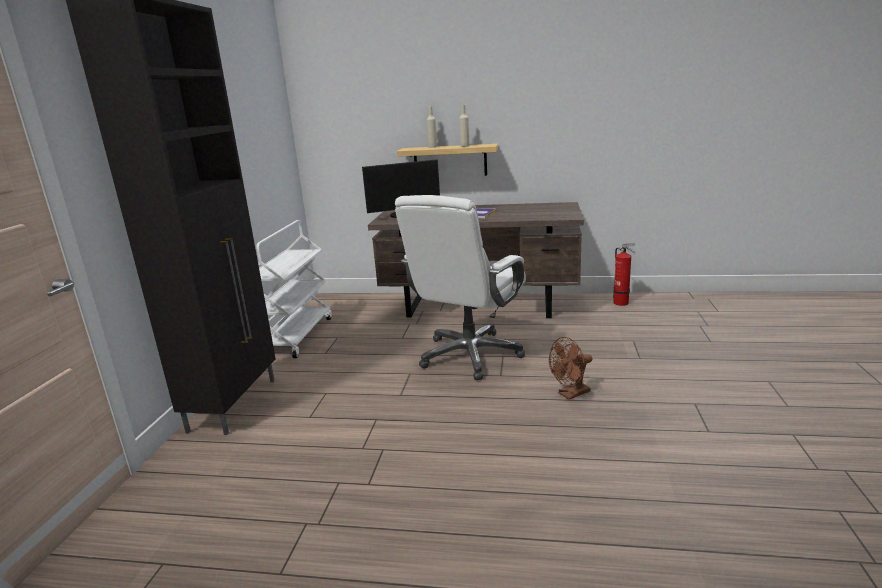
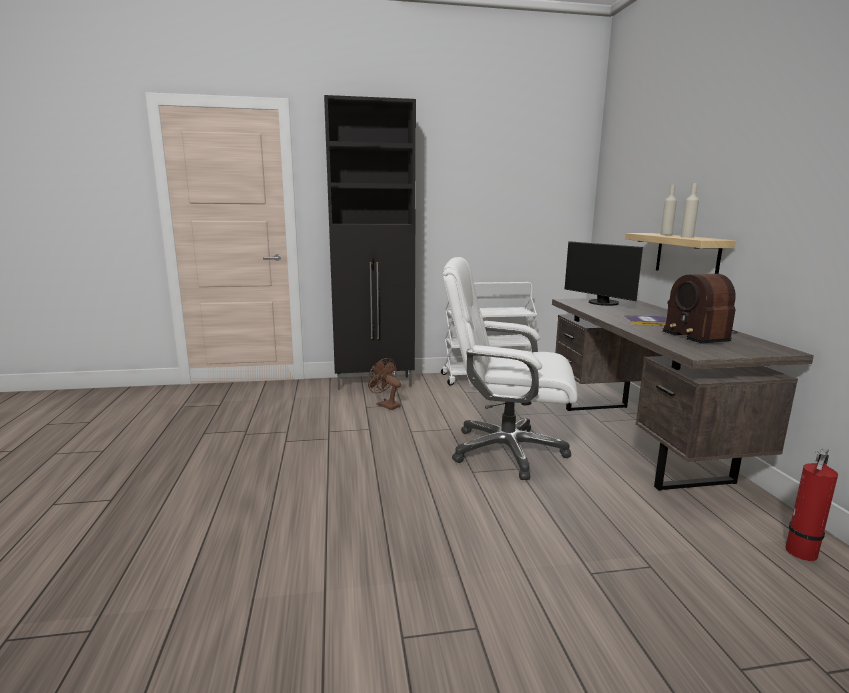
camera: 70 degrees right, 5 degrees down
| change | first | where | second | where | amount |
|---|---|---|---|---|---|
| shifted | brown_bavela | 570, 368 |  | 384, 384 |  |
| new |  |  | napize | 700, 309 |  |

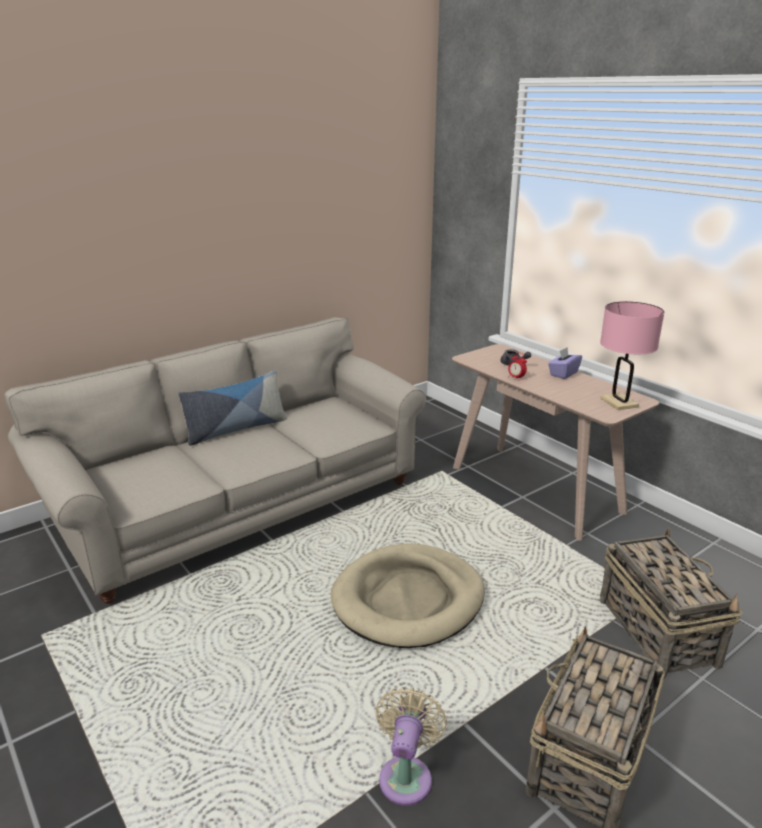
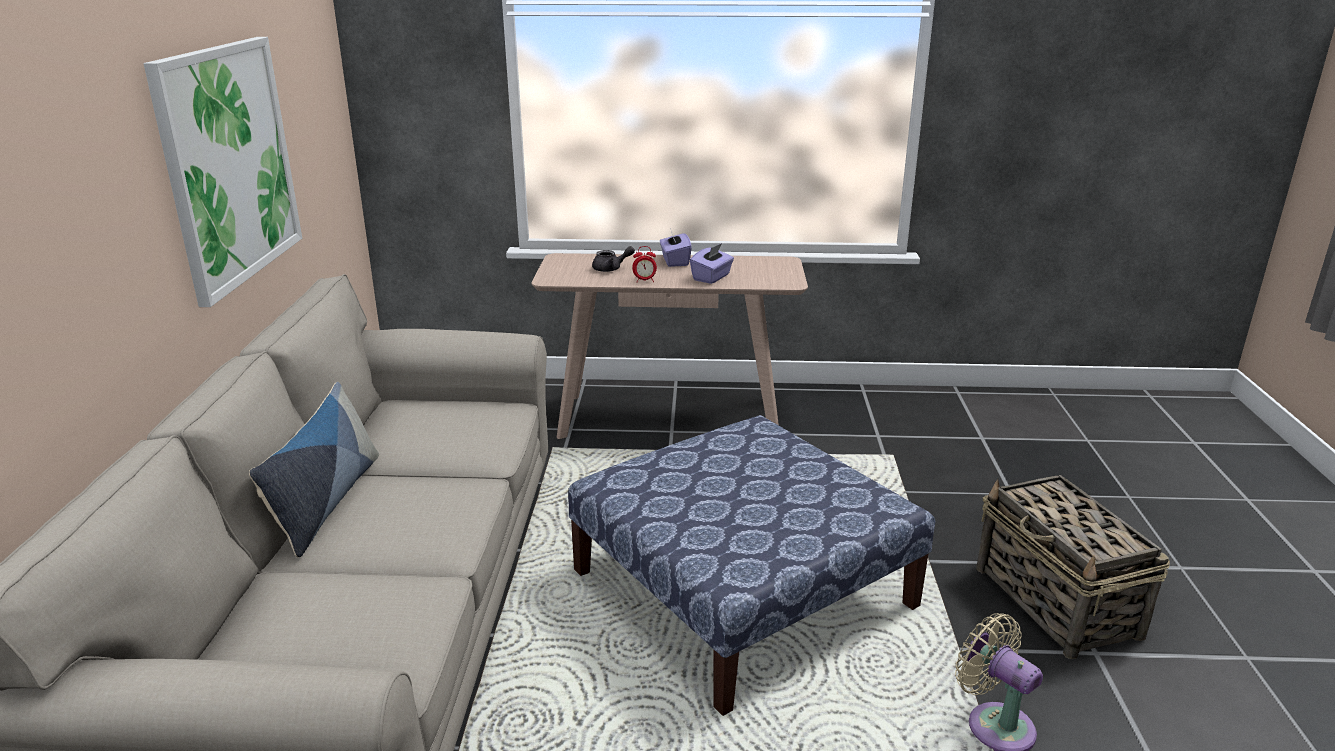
camera: 50 degrees left, 0 degrees up
| change | first | where | second | where | amount |
|---|---|---|---|---|---|
| gone | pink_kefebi | 632, 356 |  |  |  |
| gone | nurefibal | 671, 603 |  |  |  |
| swapped | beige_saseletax | 408, 596 | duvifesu | 751, 565 |  |
| new |  |  | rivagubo | 222, 172 |  |
| new |  |  | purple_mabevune | 712, 263 |  |

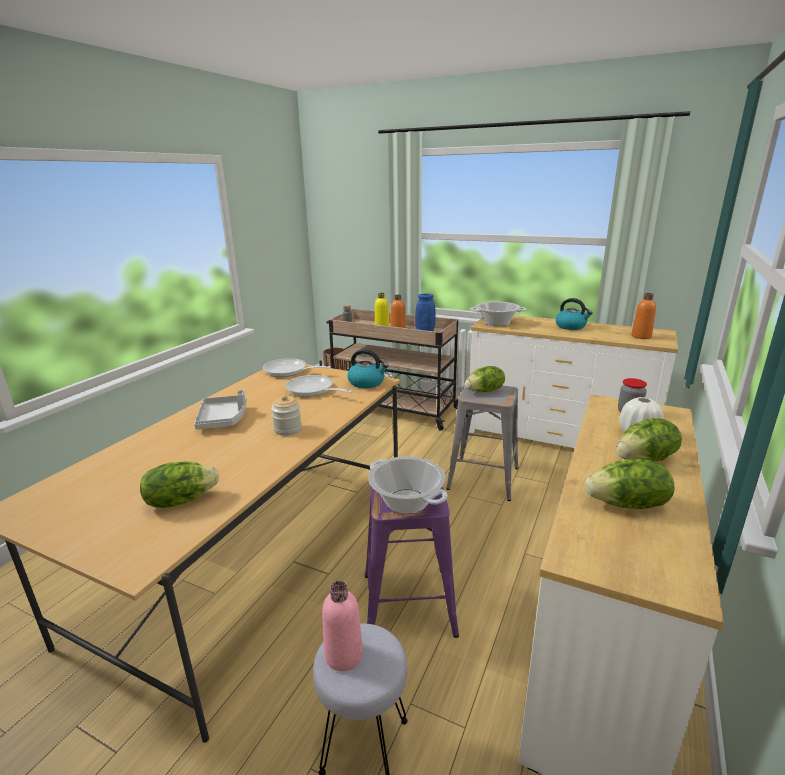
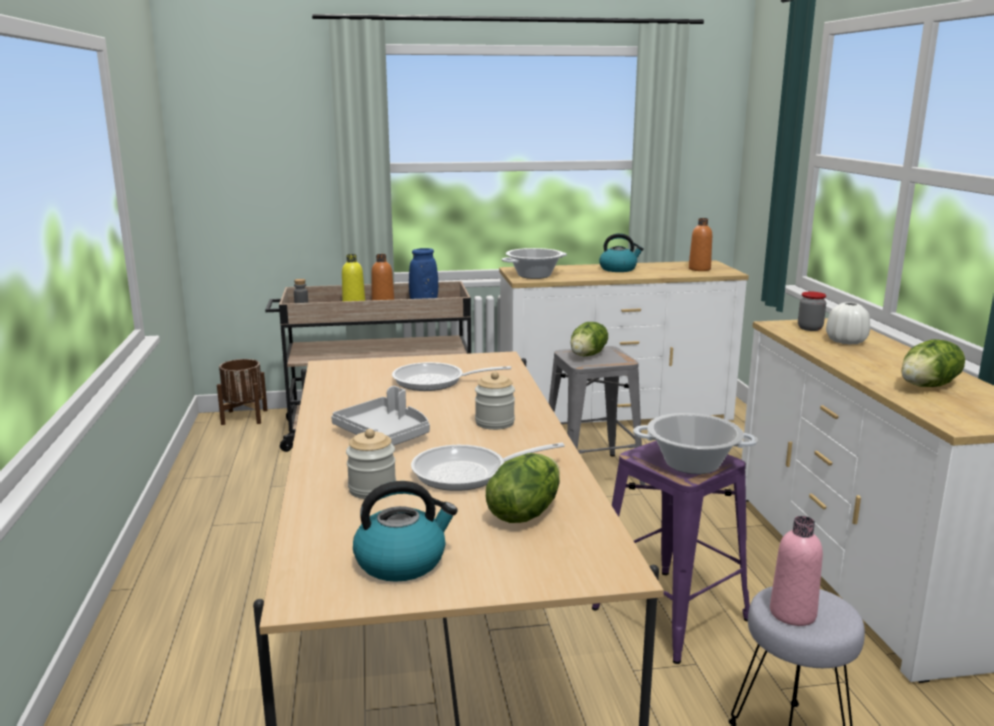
camera: 35 degrees left, 5 degrees down
| change | first | where | second | where | amount |
|---|---|---|---|---|---|
| shifted | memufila | 368, 368 |  | 405, 531 |  |
| shifted | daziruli | 297, 367 |  | 488, 467 |  |
| gone | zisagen | 649, 440 |  |  |  |
| new |  |  | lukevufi | 371, 464 |  |

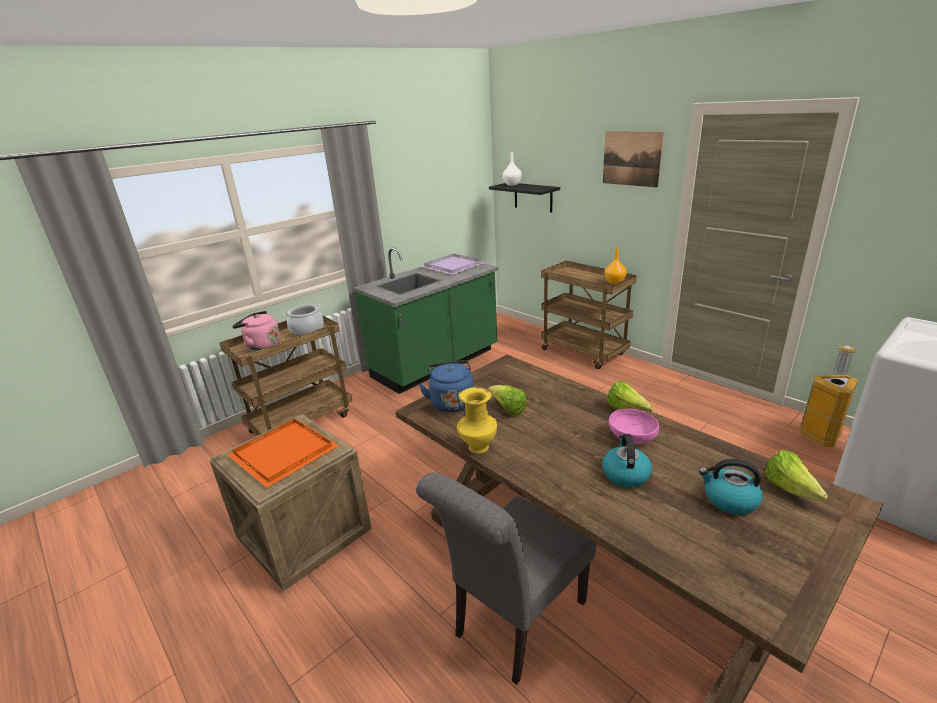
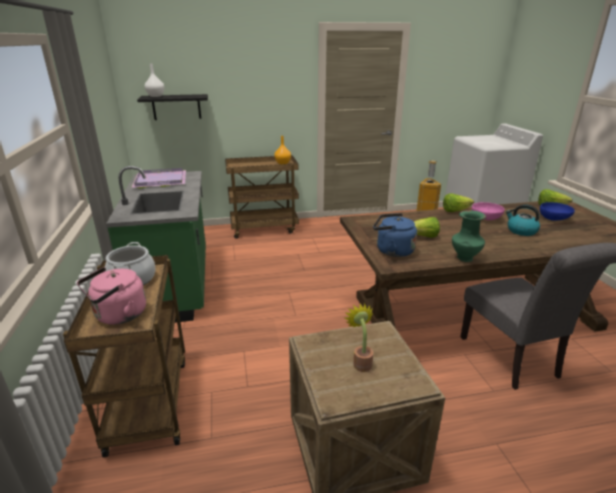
camera: 60 degrees left, 0 degrees up
| change | first | where | second | where | amount |
|---|---|---|---|---|---|
| gone | rivagubo | 633, 159 |  |  |  |
| repainted | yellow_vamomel | 477, 420 | green_vamomel | 469, 236 |  |
| swapped | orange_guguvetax | 283, 453 | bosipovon | 358, 337 |  |
| swapped | memufila | 731, 487 | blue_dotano | 557, 211 |  |

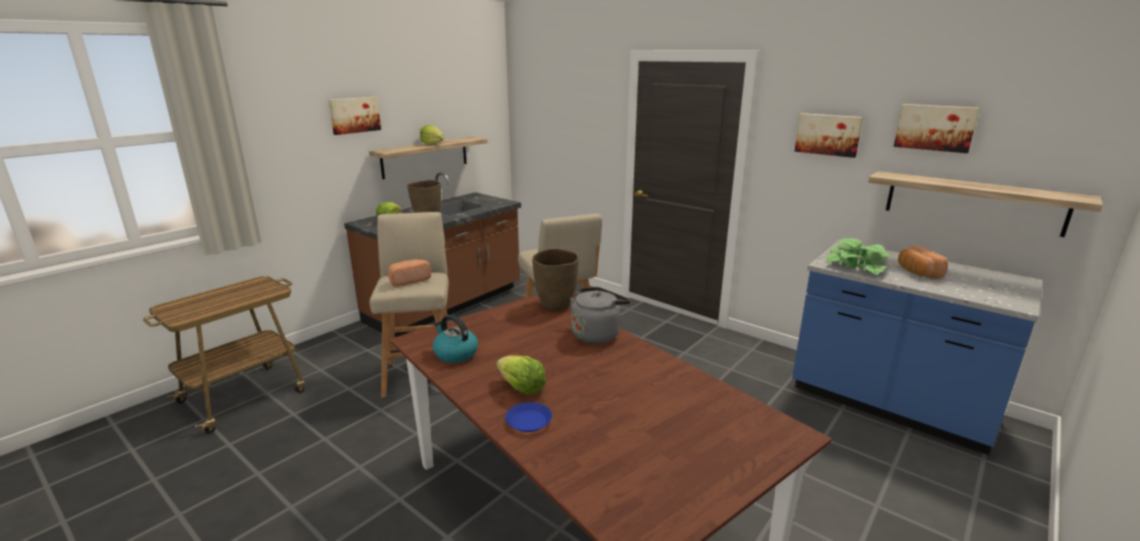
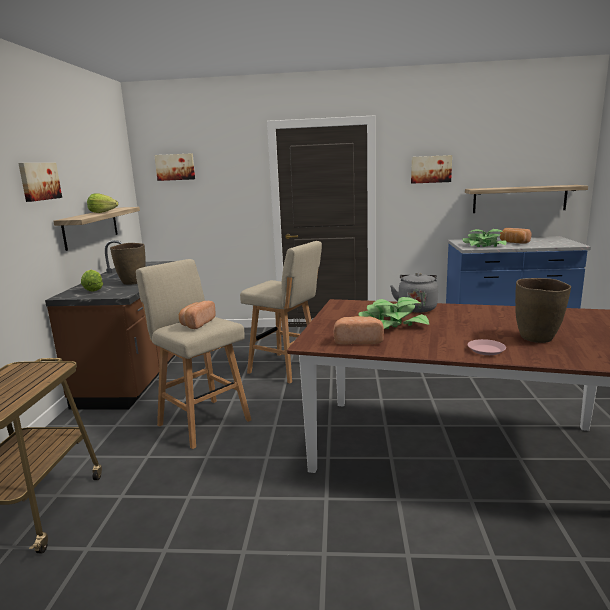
camera: 35 degrees left, 5 degrees down
| change | first | where | second | where | amount |
|---|---|---|---|---|---|
| shifted | rivagubo | 937, 128 |  | 174, 167 |  |
| shifted | brown_vamomel | 555, 279 |  | 543, 310 |  |
| swapped | memufila | 455, 338 | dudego | 359, 330 |  |
| gone | zisagen | 521, 375 |  |  |  |
| repainted | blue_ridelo | 528, 417 | pink_ridelo | 487, 347 |  |
| new |  |  | bosipovon | 393, 313 |  |

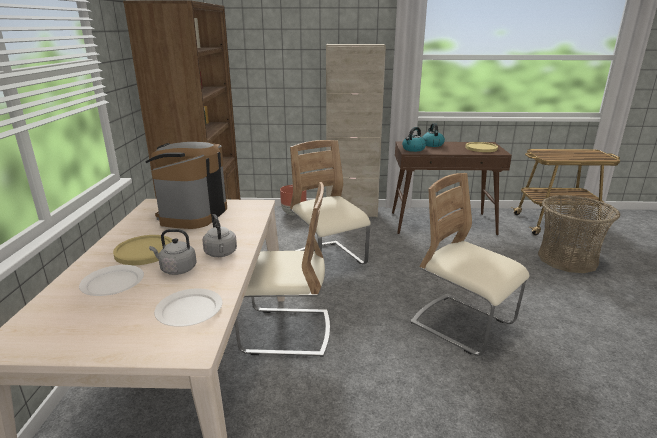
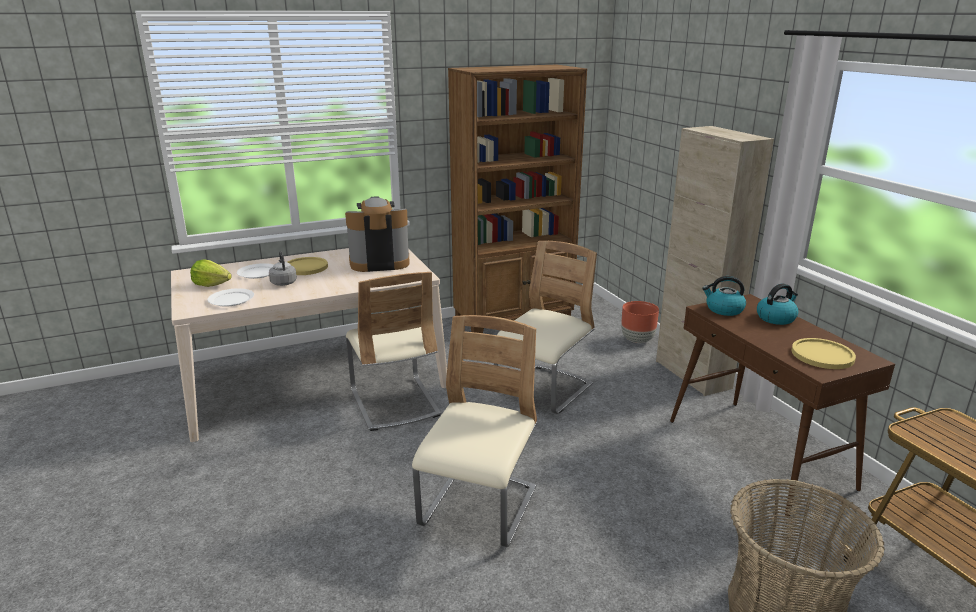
camera: 65 degrees right, 0 degrees up
| change | first | where | second | where | amount |
|---|---|---|---|---|---|
| gone | grey_memufila | 220, 235 |  |  |  |
| new |  |  | zisagen | 211, 273 |  |

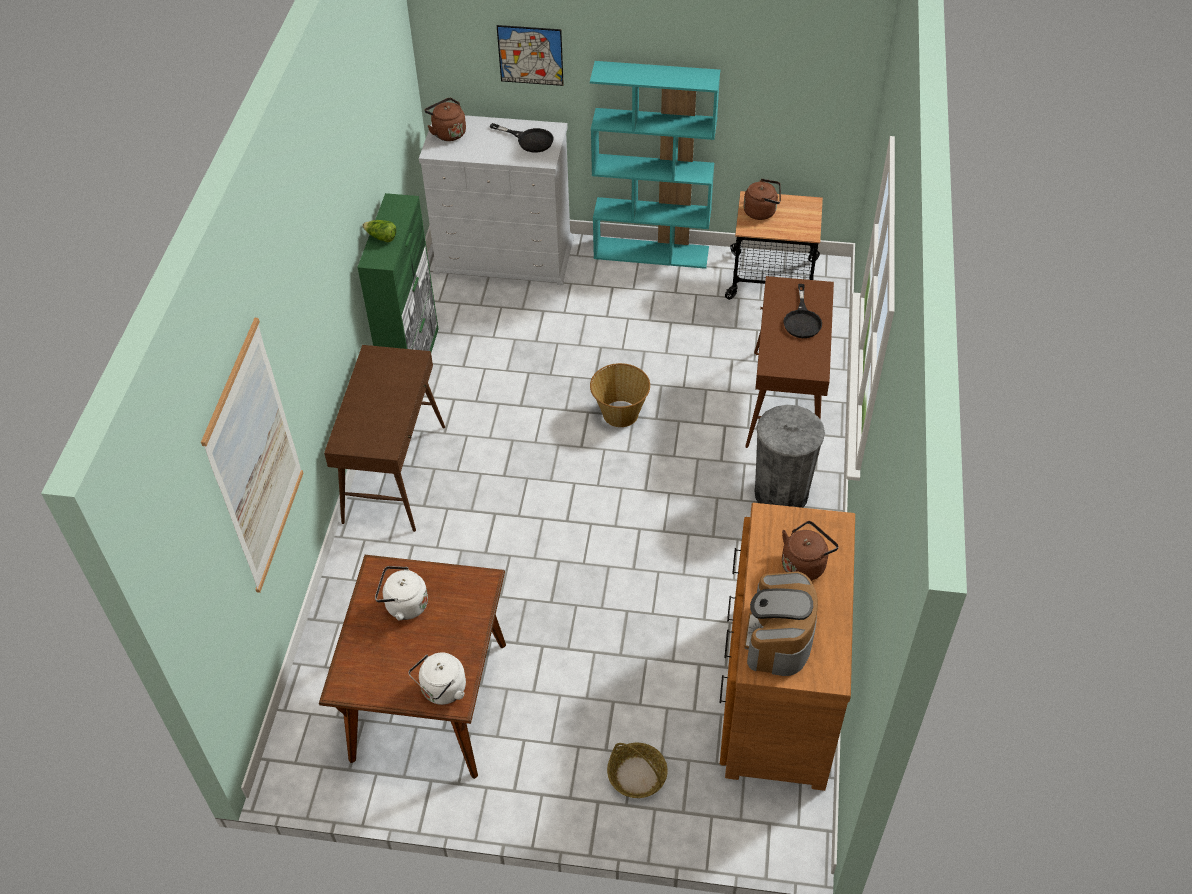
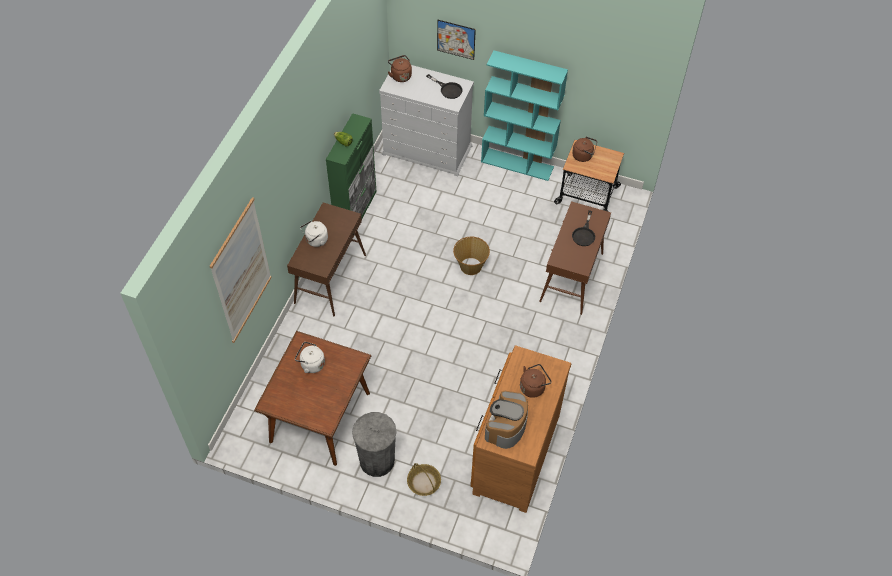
camera: 10 degrees right, 5 degrees up
| change | first | where | second | where | amount |
|---|---|---|---|---|---|
| shifted | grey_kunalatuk | 790, 456 |  | 374, 444 |  |
| shifted | white_memufila | 437, 678 |  | 314, 234 |  |

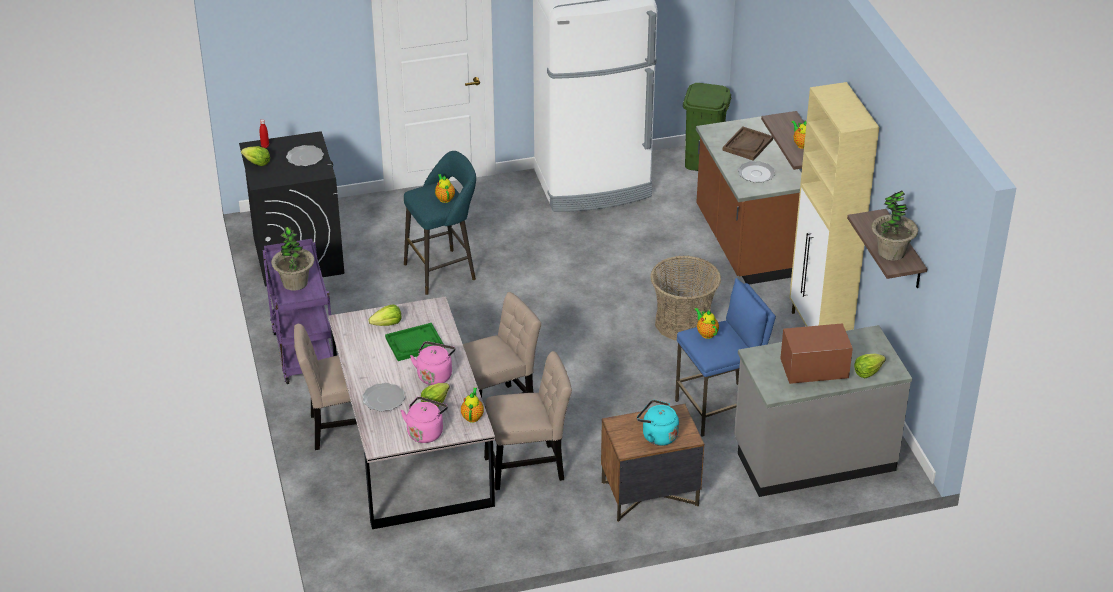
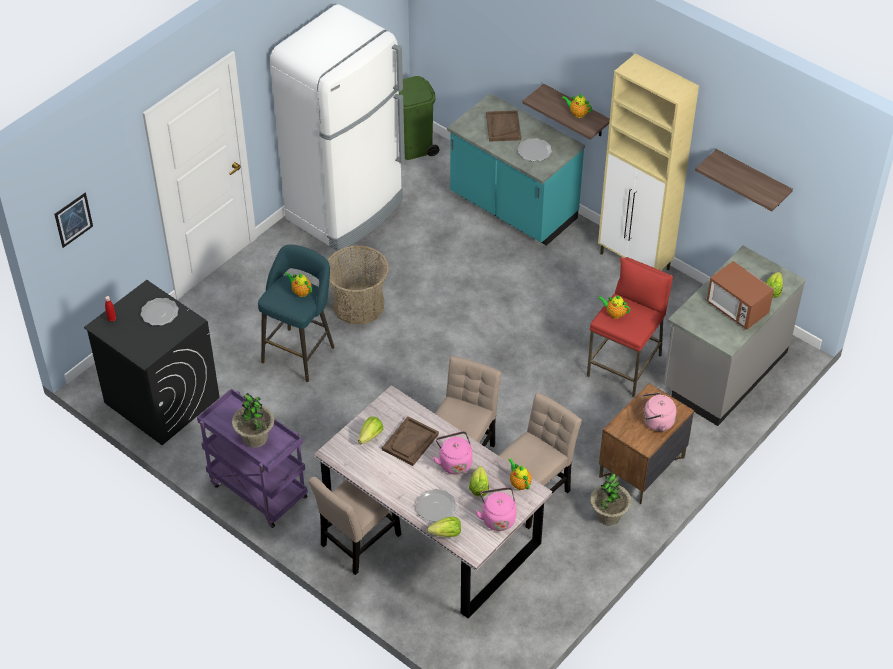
camera: 35 degrees left, 10 degrees up
| change | first | where | second | where | amount |
|---|---|---|---|---|---|
| repainted | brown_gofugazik | 749, 200 | turquoise_gofugazik | 516, 169 |  |
| shifted | zisagen | 255, 156 |  | 444, 527 |  |
| shifted | bosipovon | 895, 225 |  | 611, 499 |  |
| shifted | nurefibal | 685, 298 |  | 358, 285 |  |
| repainted | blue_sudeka | 725, 357 | red_sudeka | 630, 327 |  |
| repainted | green_guguvetax | 414, 342 | brown_guguvetax | 410, 441 |  |
| rotated | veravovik | 816, 353 |  | 740, 295 | 90 degrees counterclockwise |
| repainted | turquoise_memufila | 658, 423 | pink_memufila | 659, 411 |  |
| new |  |  | rivagubo | 73, 220 |  |

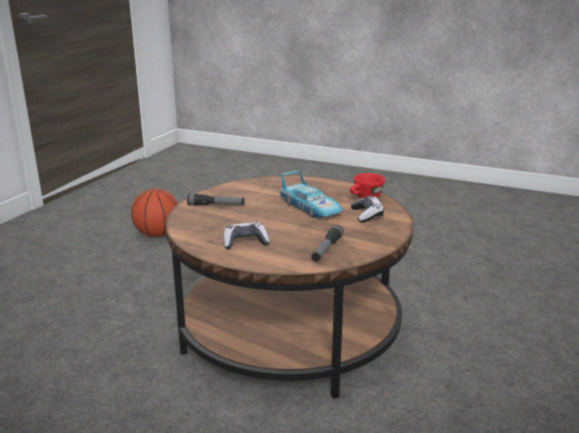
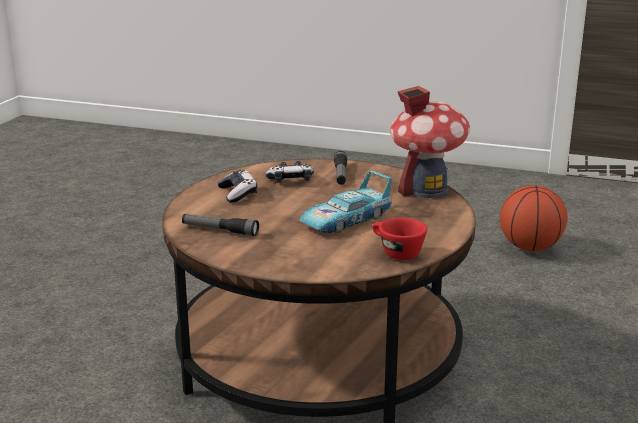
camera: 85 degrees right, 0 degrees up
| change | first | where | second | where | amount |
|---|---|---|---|---|---|
| shifted | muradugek | 367, 209 |  | 290, 172 |  |
| new |  |  | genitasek | 430, 142 |  |

